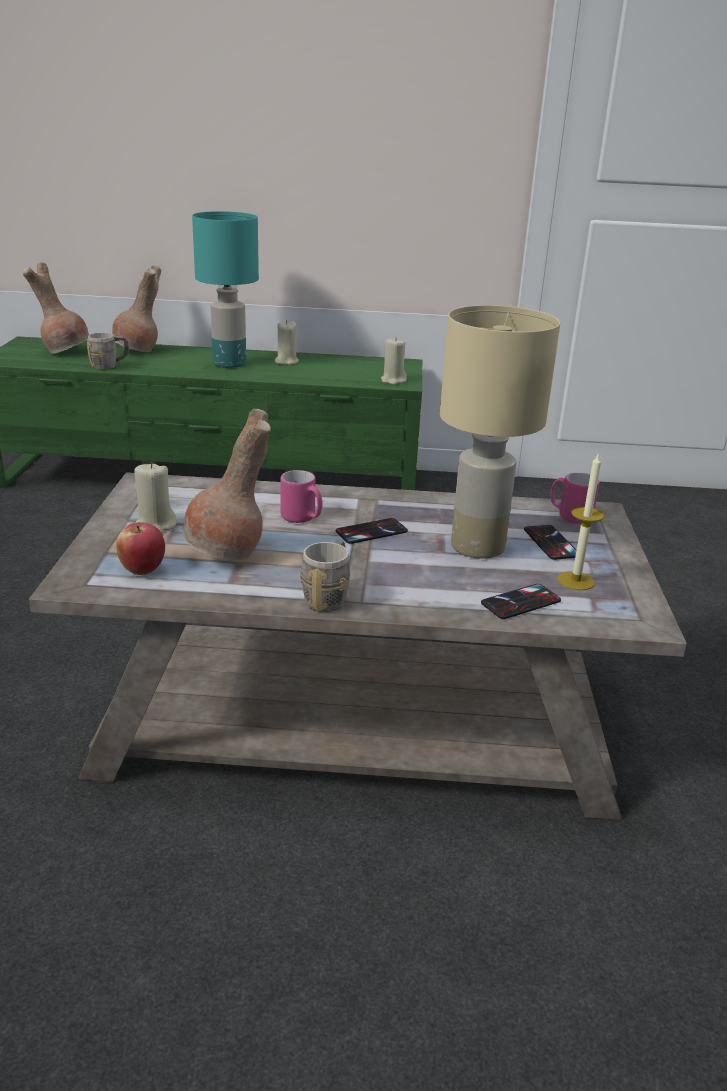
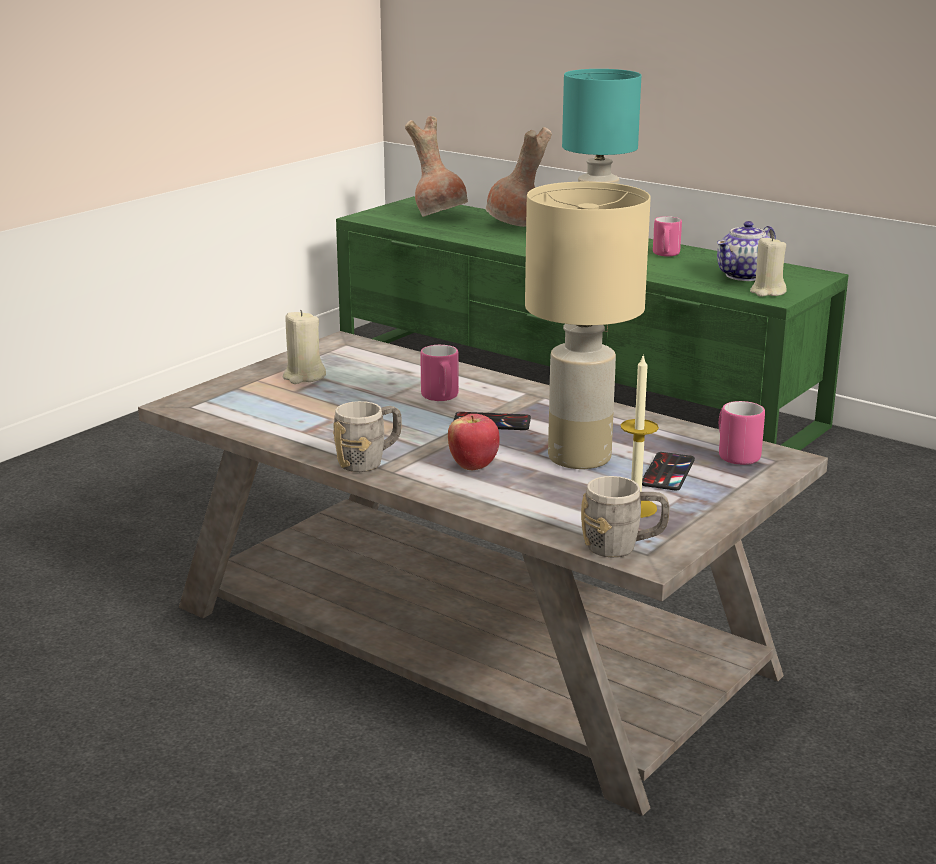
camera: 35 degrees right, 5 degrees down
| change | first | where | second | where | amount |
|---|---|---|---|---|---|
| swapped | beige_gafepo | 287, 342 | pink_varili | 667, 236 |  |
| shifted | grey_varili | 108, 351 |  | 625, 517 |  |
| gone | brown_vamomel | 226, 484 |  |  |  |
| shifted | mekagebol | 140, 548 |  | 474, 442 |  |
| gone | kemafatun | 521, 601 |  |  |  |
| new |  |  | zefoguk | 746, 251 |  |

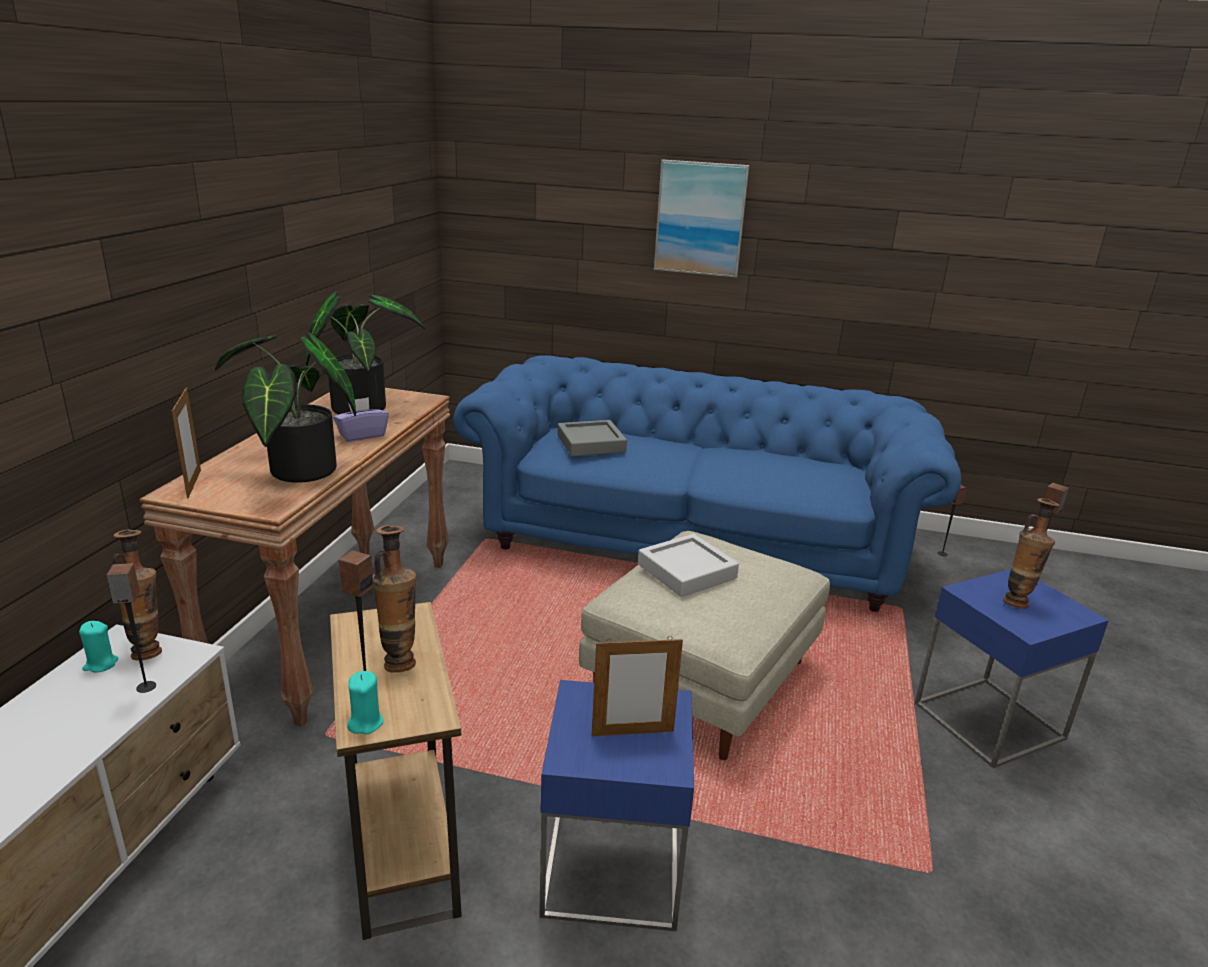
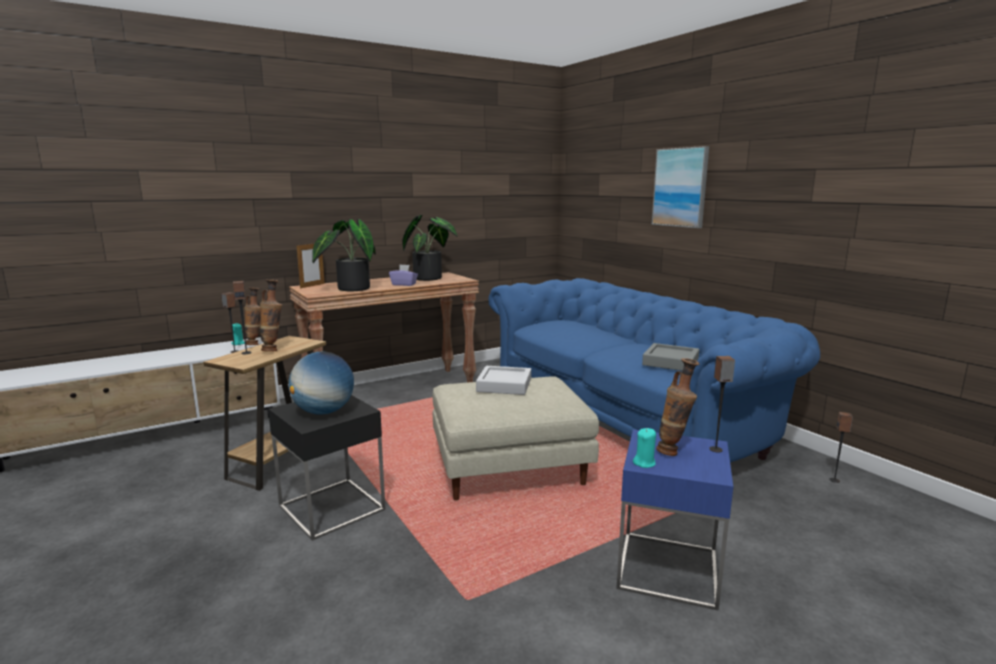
camera: 45 degrees right, 10 degrees down
| change | first | where | second | where | amount |
|---|---|---|---|---|---|
| shifted | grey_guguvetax | 592, 438 |  | 670, 357 |  |
| swapped | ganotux | 637, 686 | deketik | 321, 383 |  |
| shifted | turquoise_gafepo | 365, 702 |  | 644, 448 |  |
| repainted | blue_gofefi | 616, 805 | black_gofefi | 327, 468 |  |

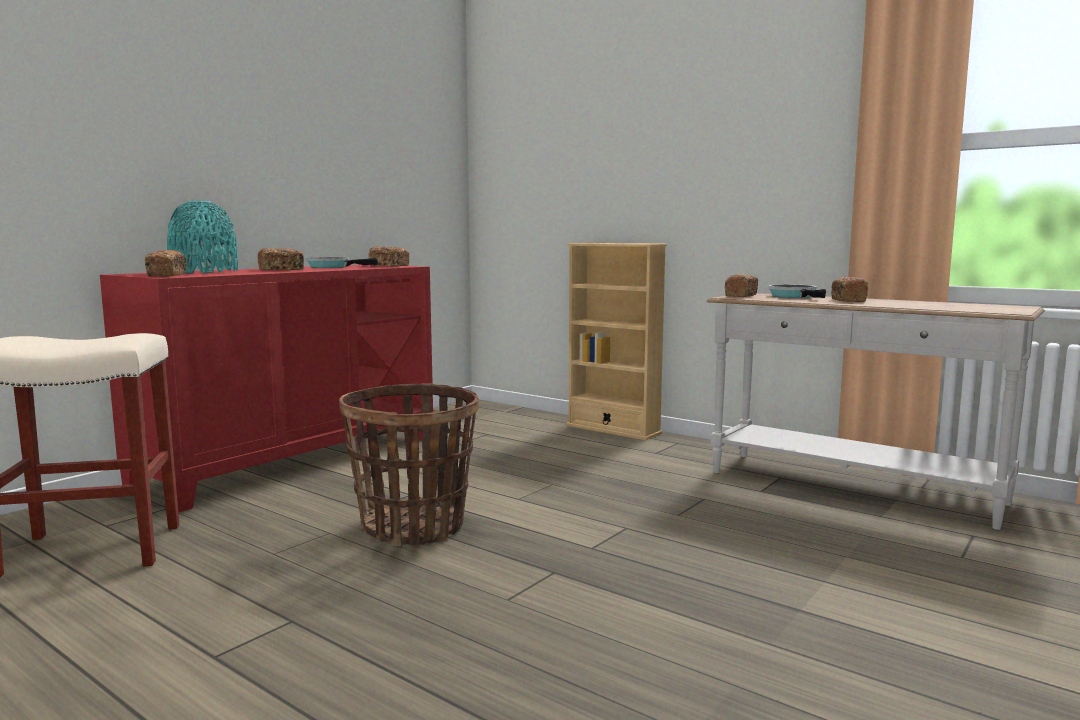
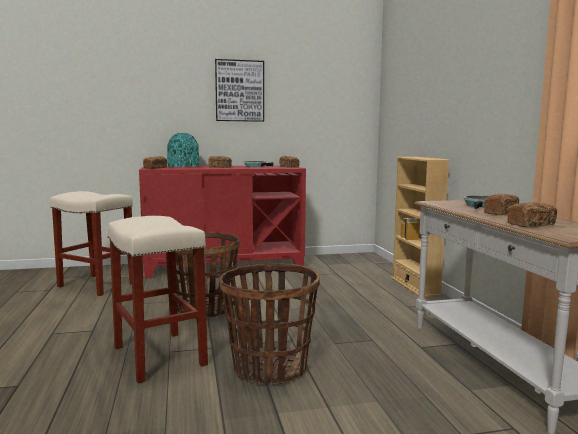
camera: 40 degrees right, 0 degrees up
| change | first | where | second | where | amount |
|---|---|---|---|---|---|
| shifted | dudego | 741, 285 |  | 532, 214 |  |
| new |  |  | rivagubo | 239, 90 |  |
| new |  |  | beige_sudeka | 158, 299 |  |
| new |  |  | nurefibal | 269, 324 |  |

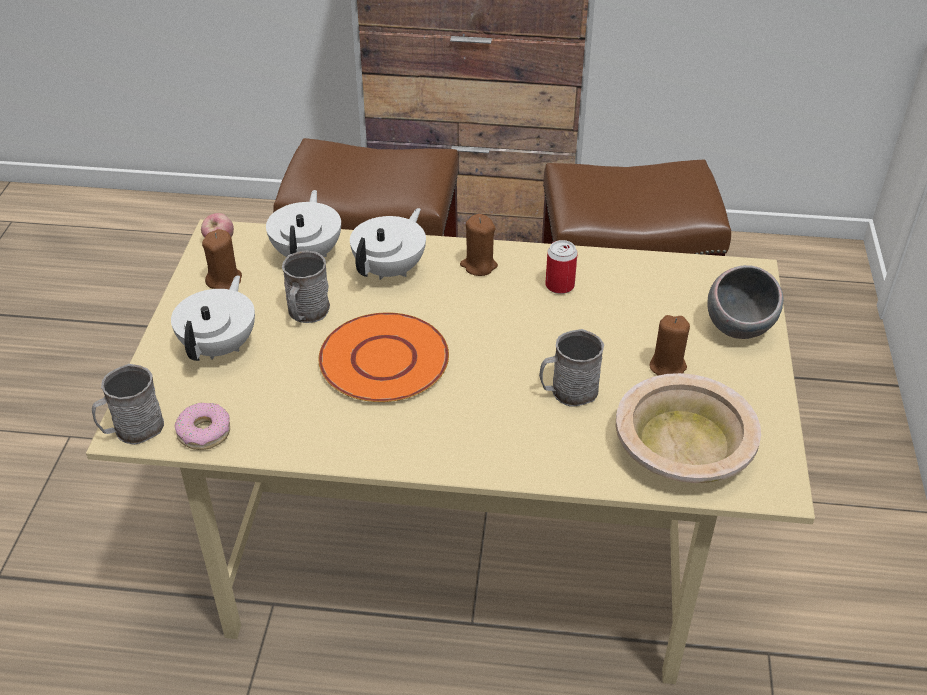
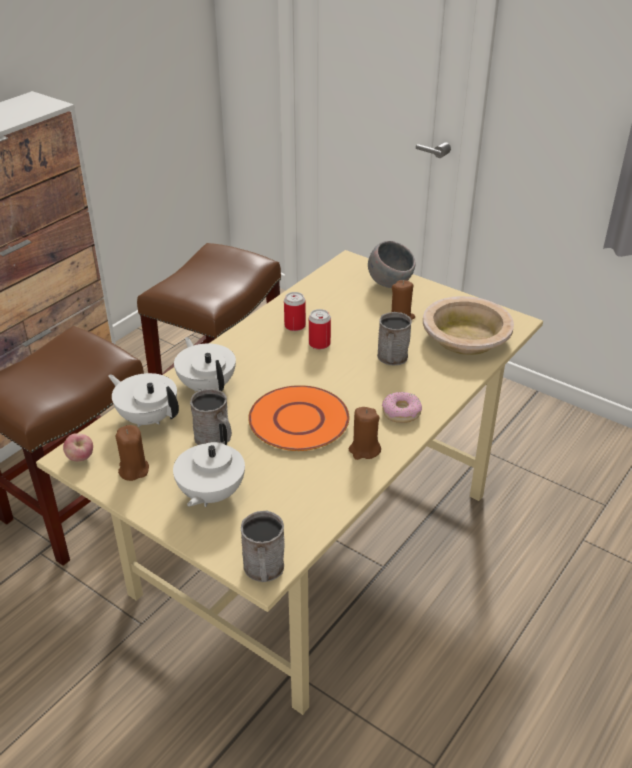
camera: 60 degrees left, 5 degrees down
| change | first | where | second | where | amount |
|---|---|---|---|---|---|
| shifted | brown_gafepo | 479, 245 |  | 365, 433 |  |
| rotated | white_zefoguk | 213, 318 |  | 209, 465 | 120 degrees counterclockwise |
| shifted | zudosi | 202, 426 |  | 402, 407 |  |
| new |  |  | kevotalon | 320, 329 |  |

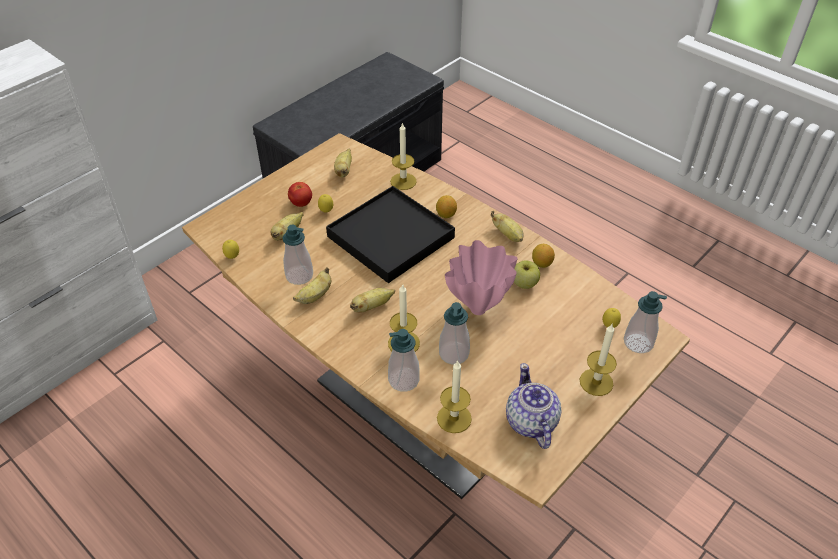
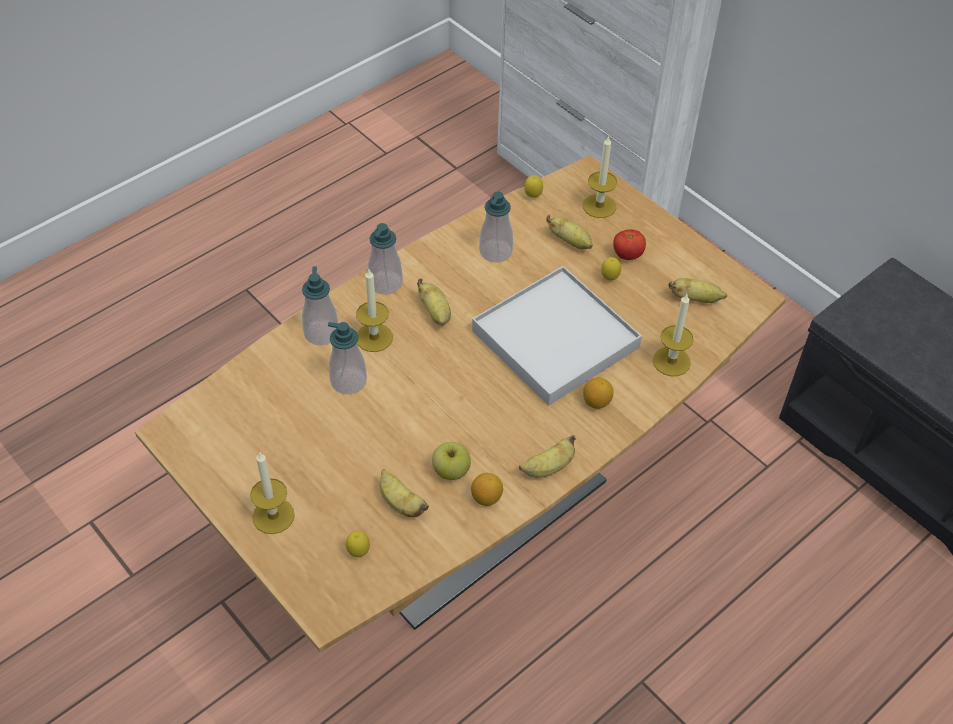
camera: 95 degrees right, 5 degrees up
| change | first | where | second | where | amount |
|---|---|---|---|---|---|
| repainted | black_guguvetax | 390, 234 | white_guguvetax | 557, 336 |  |
| gone | pink_vamomel | 481, 277 |  |  |  |
| shifted | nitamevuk | 312, 285 |  | 404, 493 |  |
| shifted | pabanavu | 645, 322 |  | 385, 259 |  |
| shifted | gafepo | 454, 396 |  | 600, 177 |  |
| gone | zefoguk | 534, 406 |  |  |  |

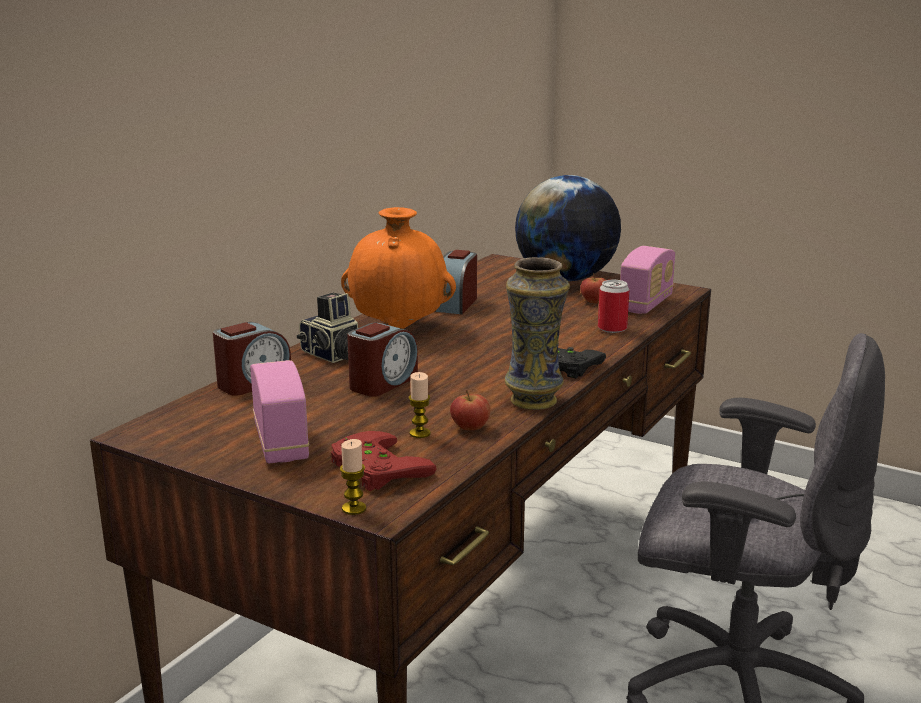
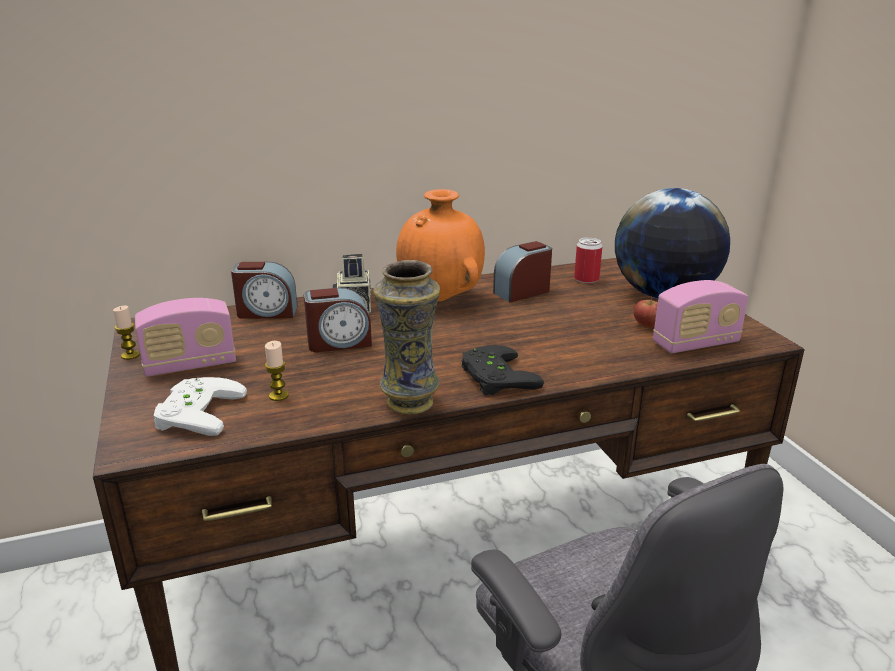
camera: 40 degrees right, 5 degrees up
| change | first | where | second | where | amount |
|---|---|---|---|---|---|
| shifted | kevotalon | 613, 306 |  | 588, 260 |  |
| rotated | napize | 279, 411 |  | 185, 337 | 45 degrees clockwise |
| gone | mekagebol | 470, 410 |  |  |  |
| repainted | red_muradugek | 384, 461 | white_muradugek | 200, 406 |  |
| shifted | gafepo | 353, 477 |  | 126, 333 |  |

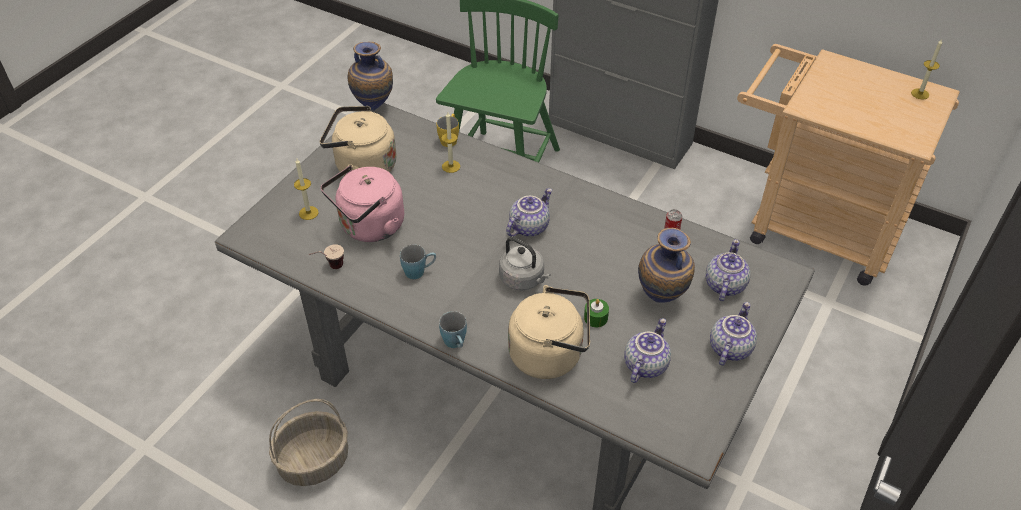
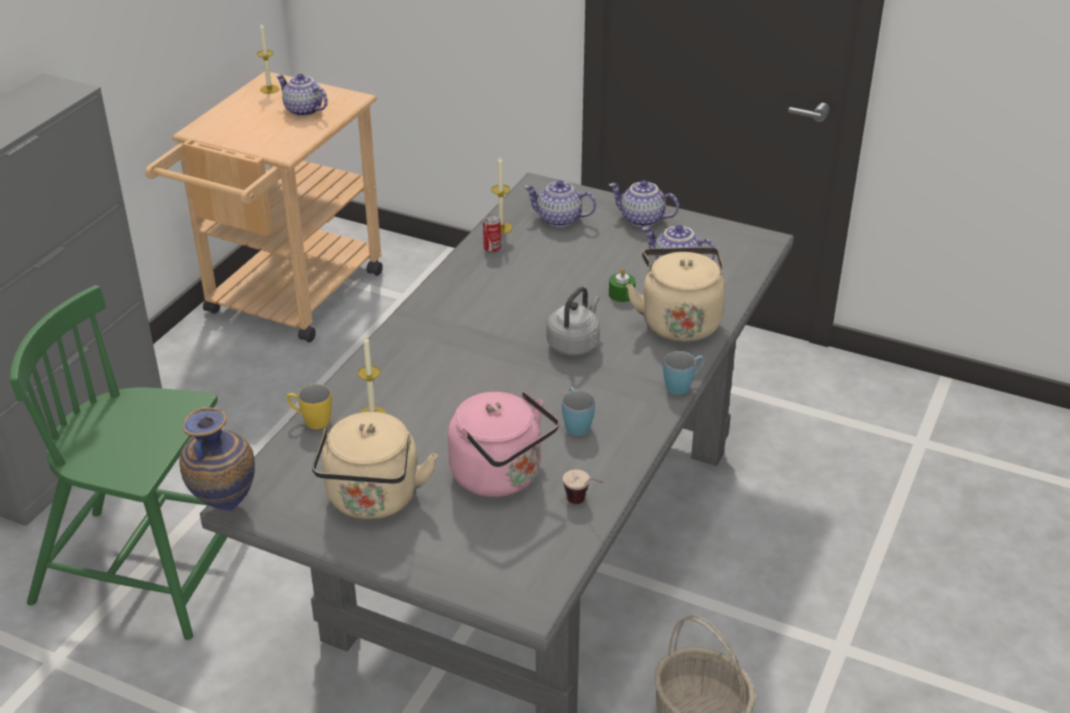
camera: 95 degrees left, 10 degrees down
| change | first | where | second | where | amount |
|---|---|---|---|---|---|
| shifted | gafepo | 306, 189 |  | 501, 195 |  |
| shifted | zefoguk | 529, 212 |  | 302, 95 |  |
| gone | vamomel | 666, 265 |  |  |  |

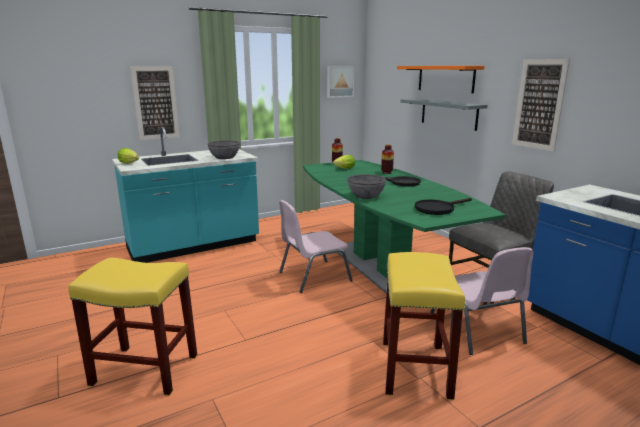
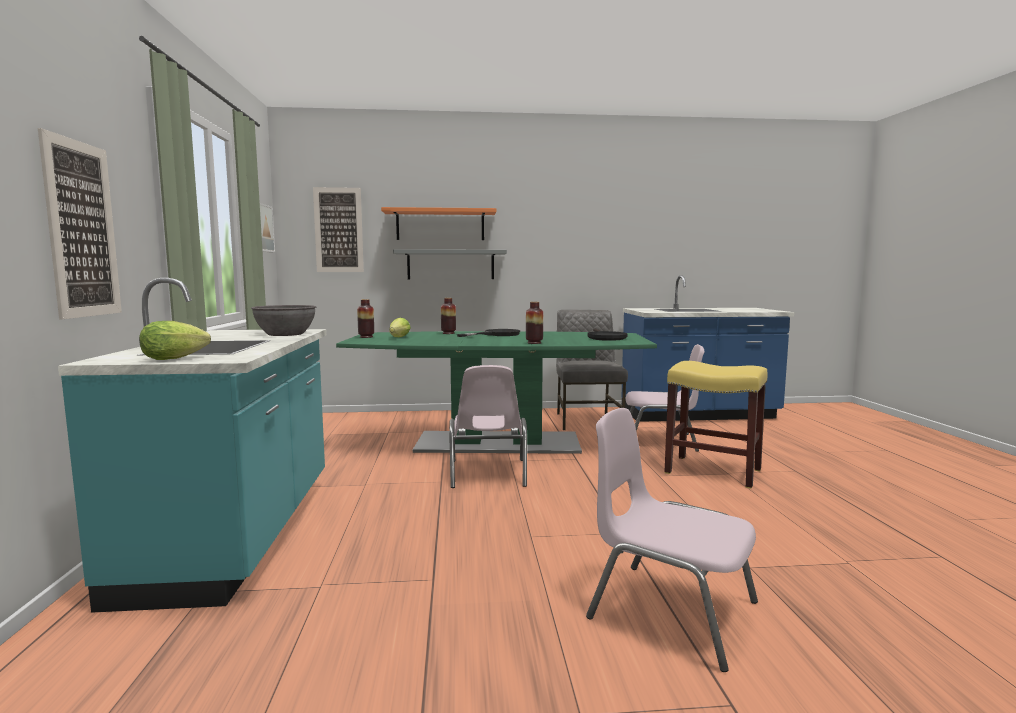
camera: 65 degrees left, 10 degrees down
| change | first | where | second | where | amount |
|---|---|---|---|---|---|
| shifted | rivagubo | 541, 105 |  | 338, 229 |  |
| swapped | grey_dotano | 366, 186 | vamomel | 534, 323 |  |
| swapped | yellow_sudeka | 132, 326 | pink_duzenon | 672, 540 |  |

